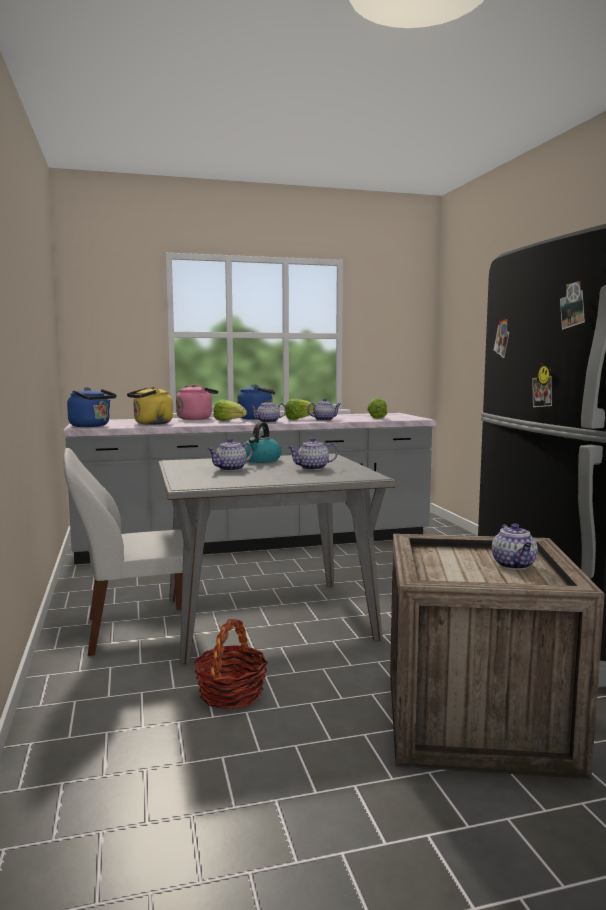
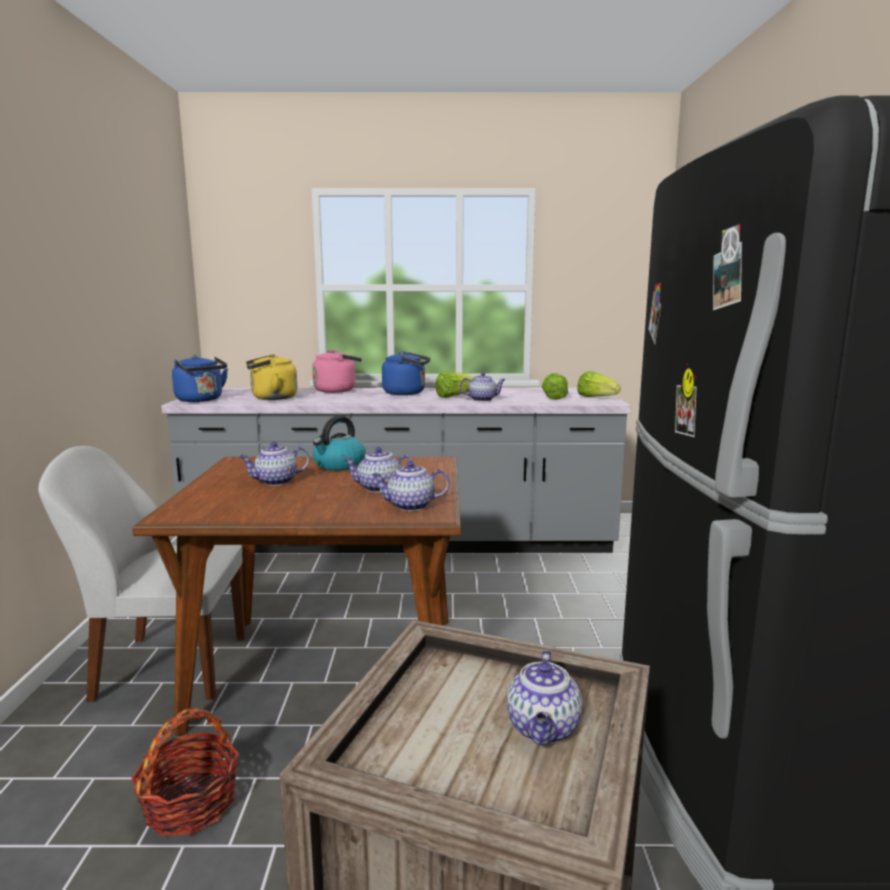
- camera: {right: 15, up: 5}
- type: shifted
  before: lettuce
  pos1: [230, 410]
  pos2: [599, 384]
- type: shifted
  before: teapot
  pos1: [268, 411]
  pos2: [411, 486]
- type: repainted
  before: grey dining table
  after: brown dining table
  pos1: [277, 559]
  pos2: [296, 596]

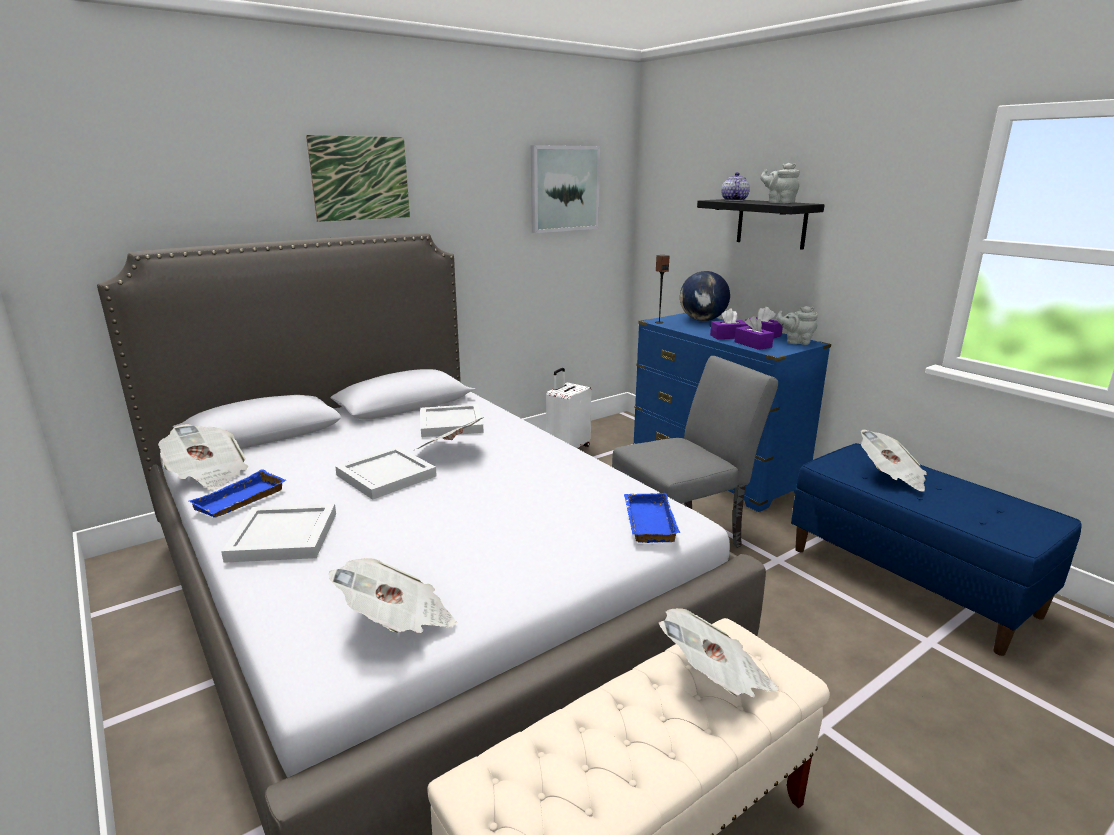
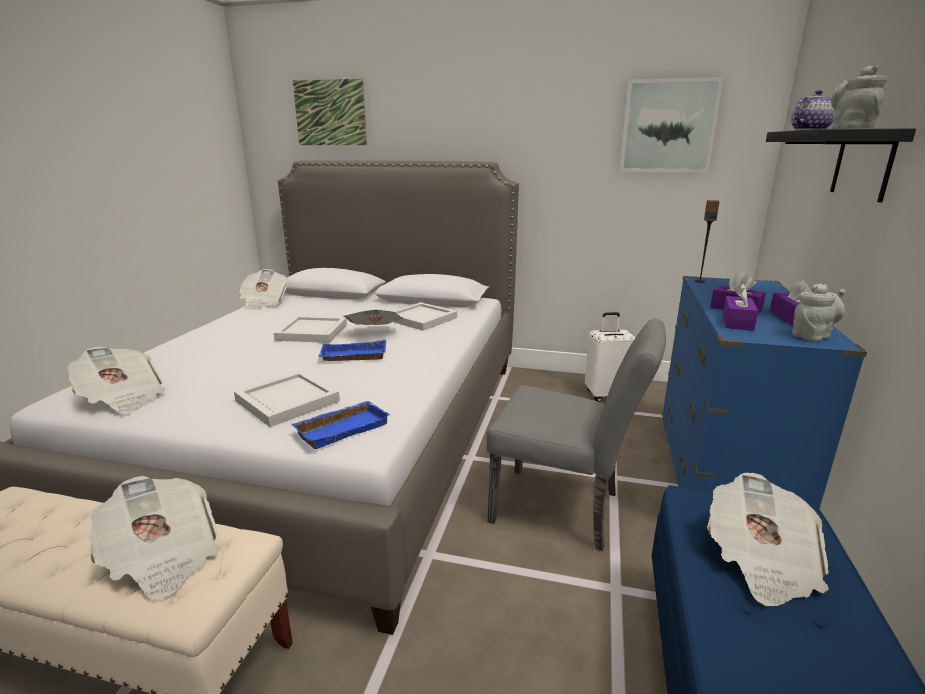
- camera: {right: 50, up: 0}
- type: shifted
  before: picture
  pos1: [358, 178]
  pos2: [330, 111]
- type: gone
  before: globe
  pos1: [705, 296]
- type: rotated
  before: grey teapot
  pos1: [797, 325]
  pos2: [819, 312]
  turn: 90
- type: shifted
  before: blue tray
  pos1: [237, 493]
  pos2: [352, 350]
- type: shifted
  before: white tray
  pos1: [278, 533]
  pos2: [287, 399]

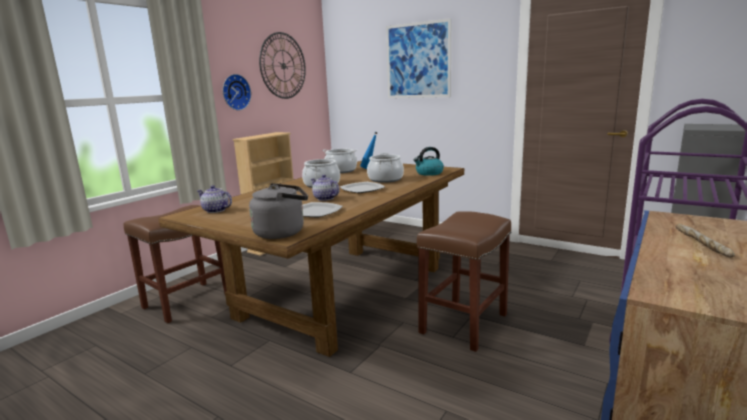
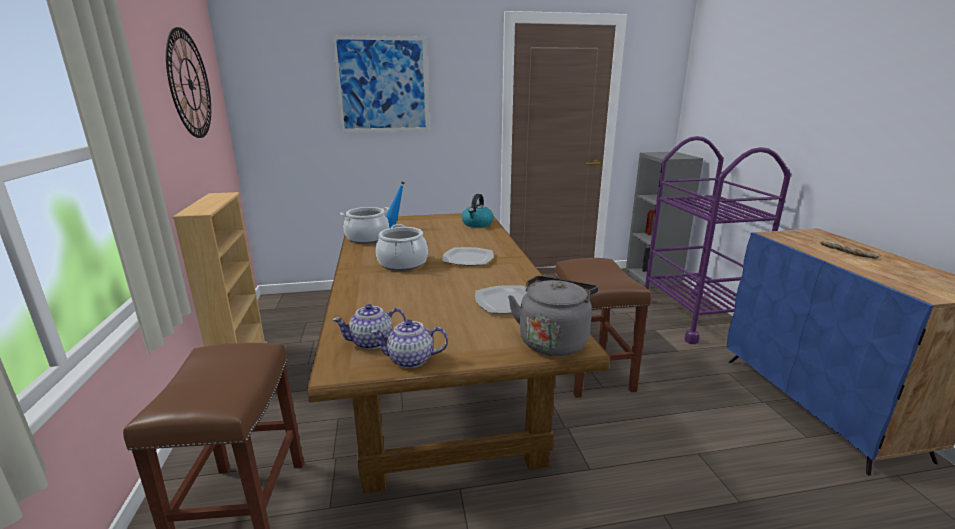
- camera: {right: -45, up: 5}
- type: gone
  before: wall clock
  pos1: [237, 92]
- type: gone
  before: cooking pot
  pos1: [385, 168]
- type: shifted
  before: teapot
  pos1: [325, 188]
  pos2: [409, 343]

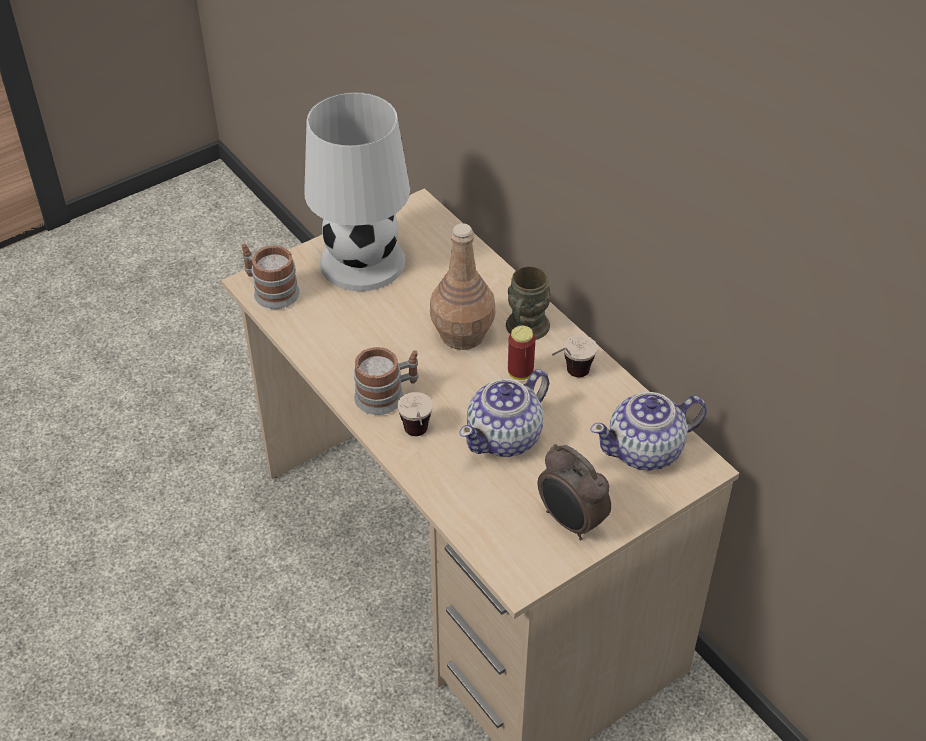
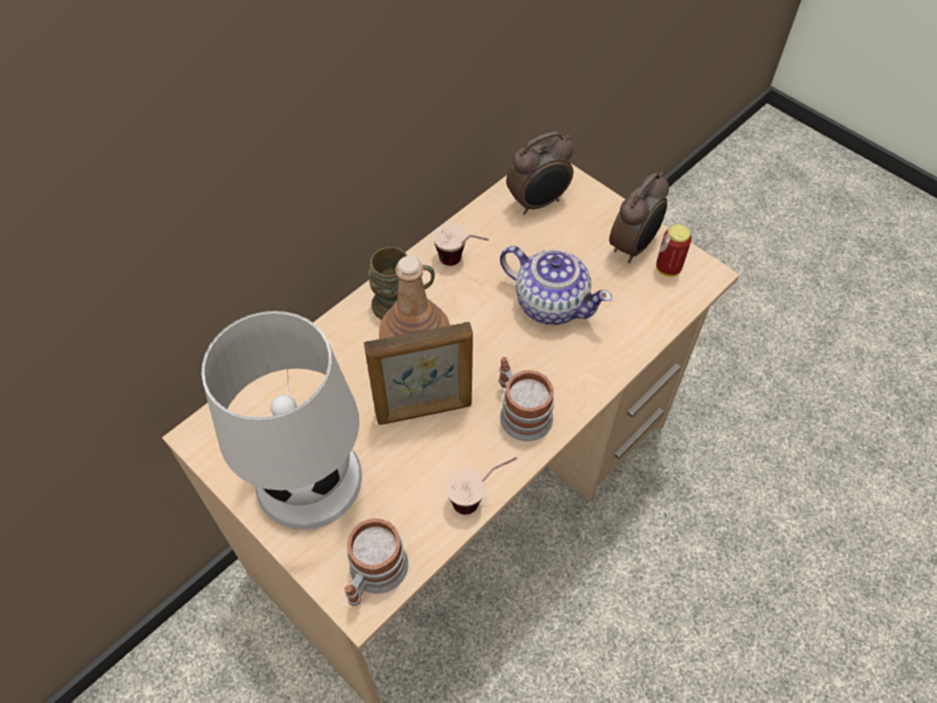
- camera: {right: -100, up: 10}
- type: shifted
  before: can
  pos1: [521, 353]
  pos2: [674, 250]
- type: shifted
  before: cup
  pos1: [415, 414]
  pos2: [481, 486]
- type: swapped
  before: teapot
  after: alarm clock
  pos1: [648, 431]
  pos2: [540, 173]
- type: new
  after: picture frame
  pos2: [418, 373]

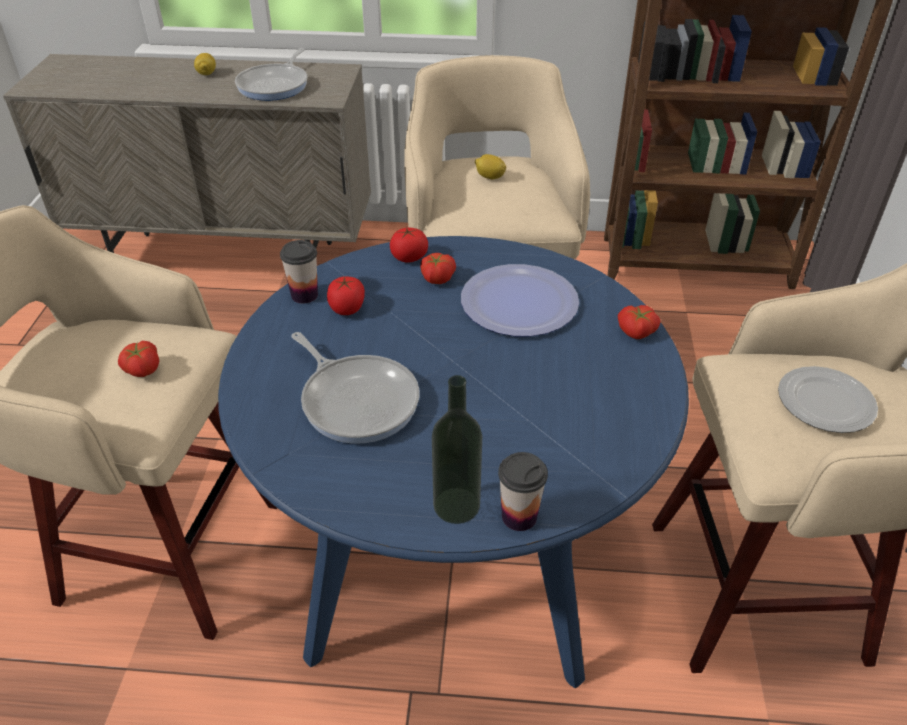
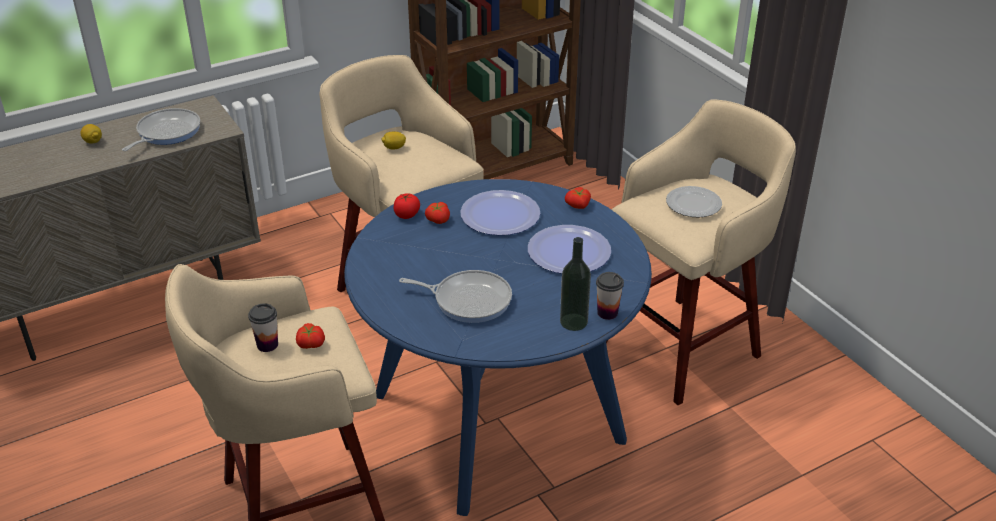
- camera: {right: -35, up: -5}
- type: rotated
  before: frying pan
  pos1: [271, 74]
  pos2: [161, 129]
  turn: -135
- type: shifted
  before: cup
  pos1: [299, 272]
  pos2: [263, 327]
- type: gone
  before: tomato
  pos1: [346, 295]
- type: new
  after: plate
  pos2: [569, 249]

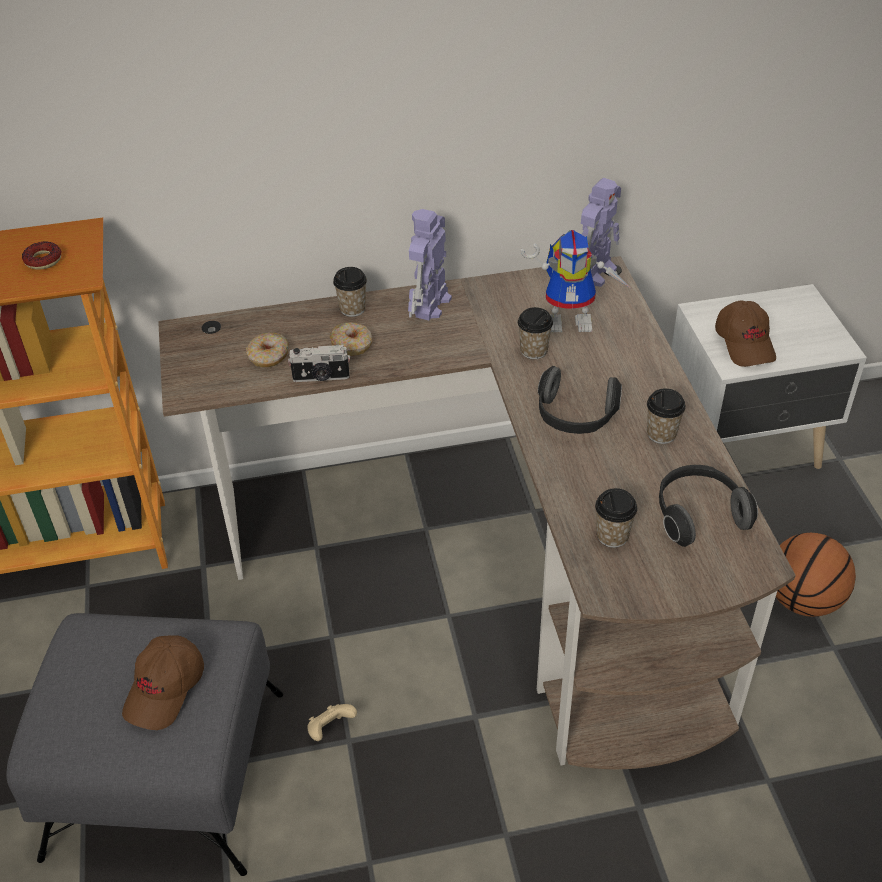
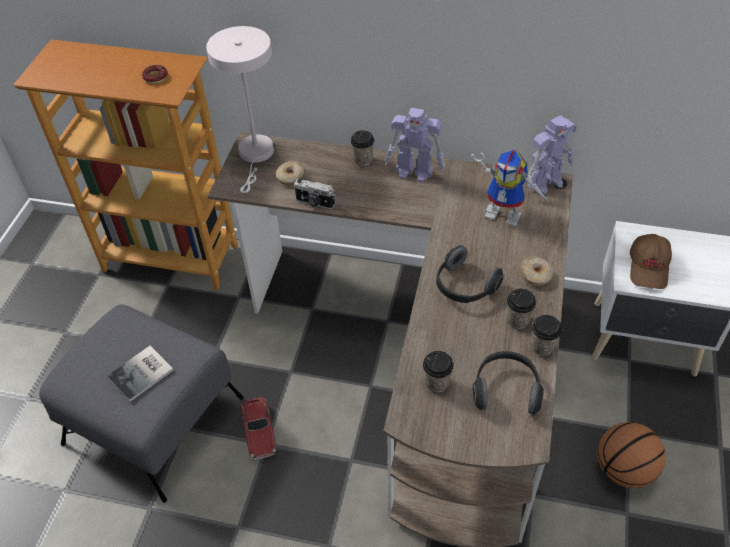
- camera: {right: 25, up: 5}
- type: rotated
  before: toy robot
  pos1: [430, 264]
  pos2: [415, 145]
  turn: -120
- type: shifted
  before: cup
  pos1: [535, 333]
  pos2: [546, 335]
- type: shifted
  before: donut
  pos1: [351, 339]
  pos2: [536, 271]
- type: swapped
  before: brown cap
  after: book
  pos1: [163, 682]
  pos2: [140, 374]
- type: swapped
  before: beige game controller
  after: toy car
  pos1: [332, 722]
  pos2: [258, 429]
- type: new
  after: white table lamp
  pos2: [240, 109]

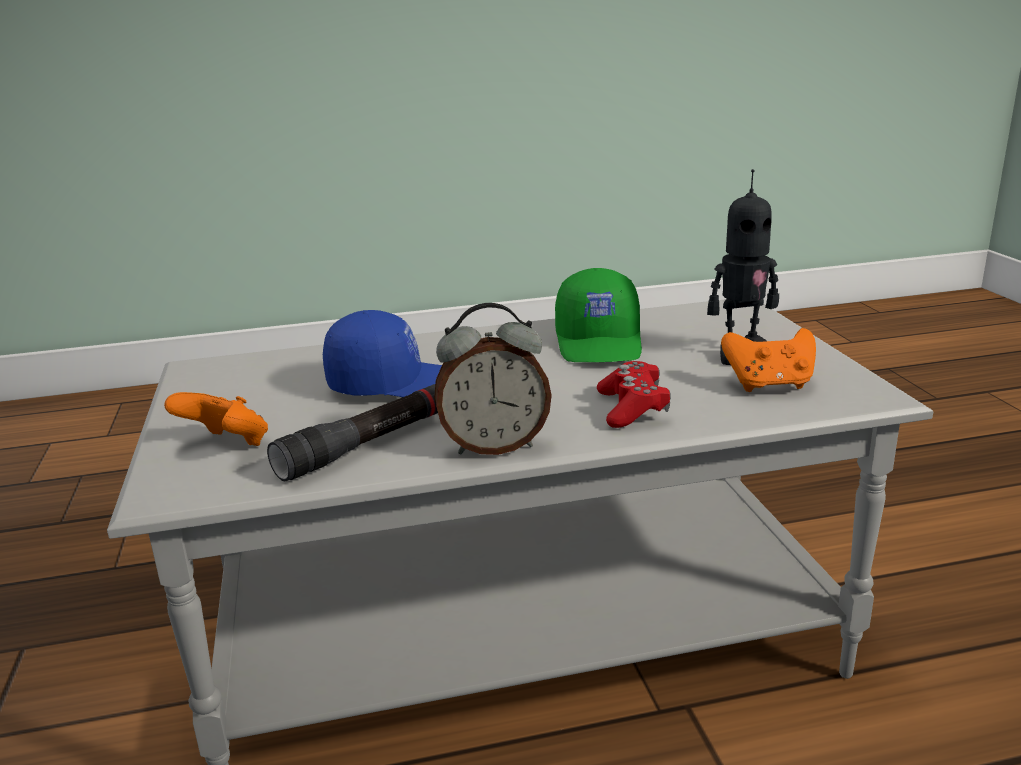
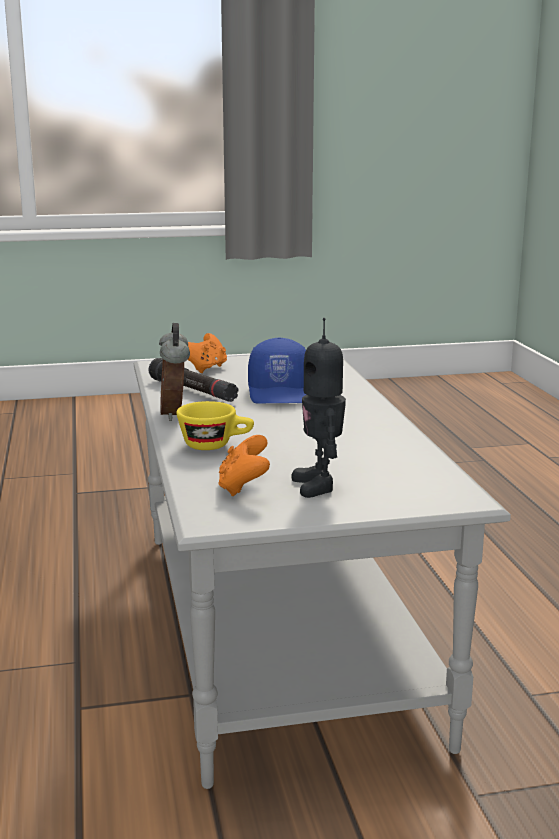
- camera: {right: 90, up: -5}
- type: gone
  before: green cap
  pos1: [598, 315]
- type: swapped
  before: red game controller
  after: yellow cup
  pos1: [634, 394]
  pos2: [215, 425]

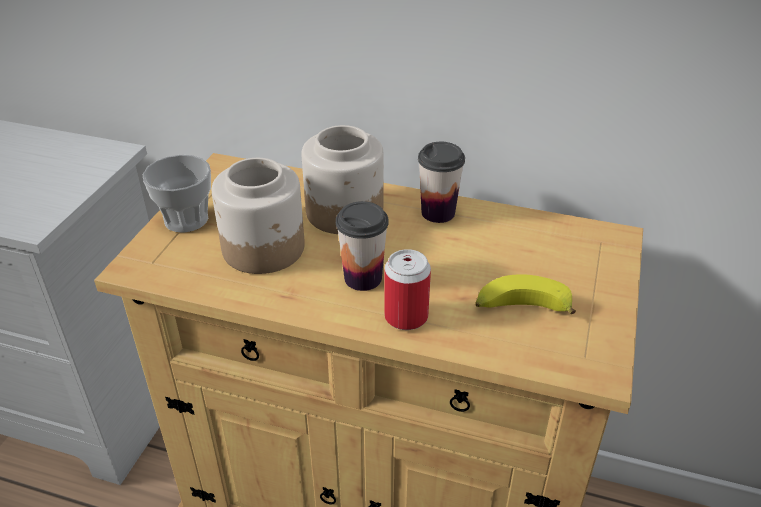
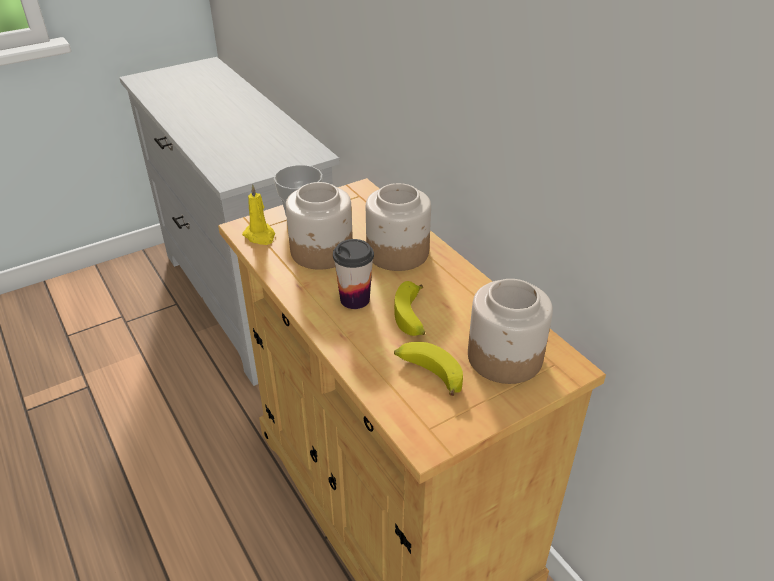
- camera: {right: 40, up: 0}
- type: gone
  before: cup
  pos1: [441, 182]
- type: gone
  before: can
  pos1: [407, 289]
- type: new
  after: yellow candle
  pos2: [258, 214]
- type: new
  after: jar
  pos2: [510, 331]
- type: new
  after: banana
  pos2: [409, 308]

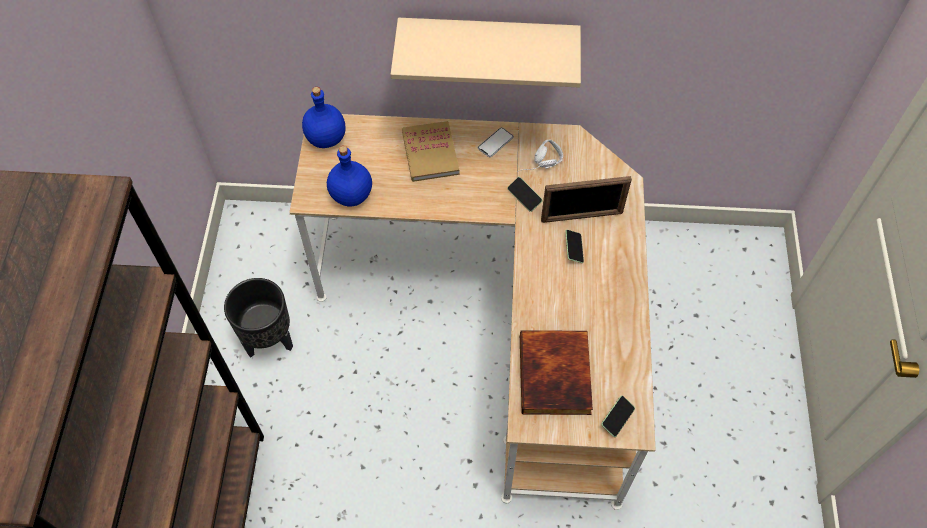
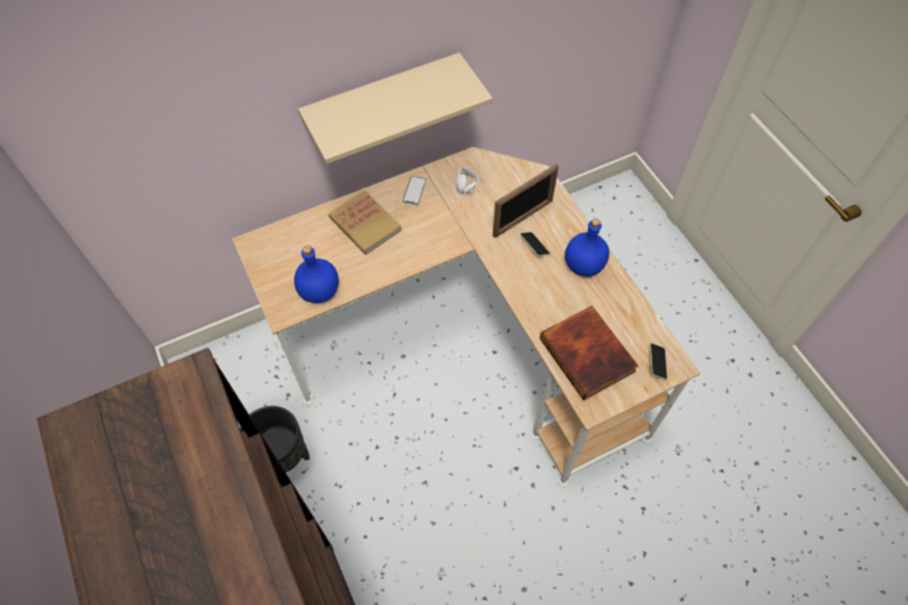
- camera: {right: -30, up: 0}
- type: shifted
  before: blue bottle
  pos1: [323, 117]
  pos2: [587, 247]
- type: gone
  before: phone
  pos1: [525, 194]

